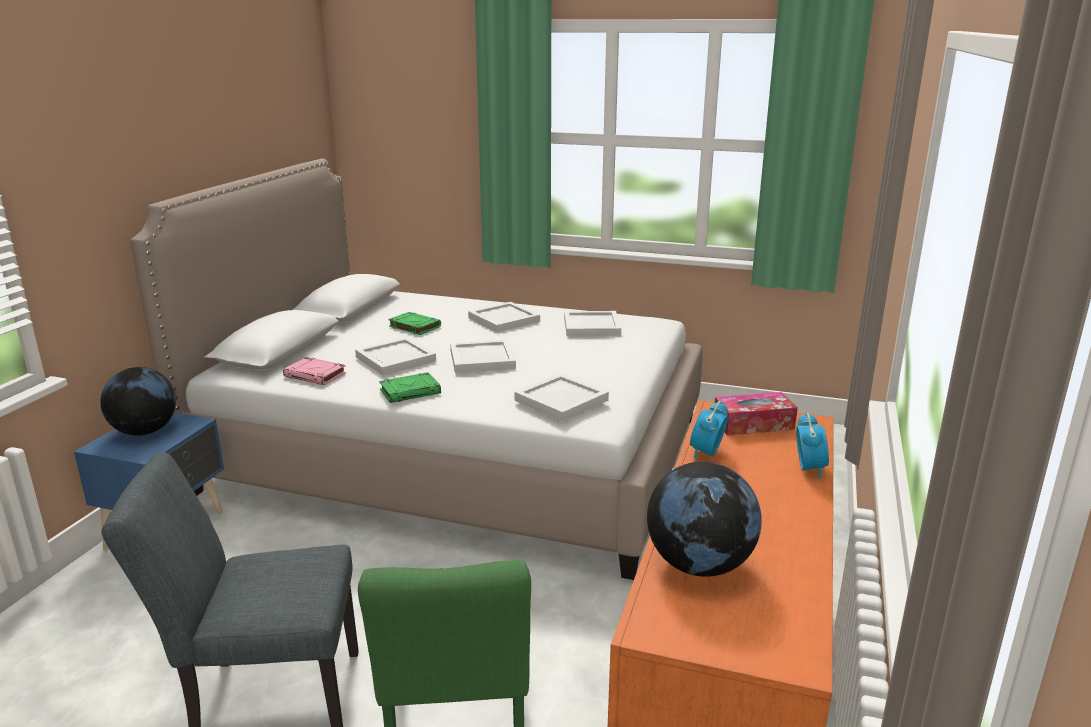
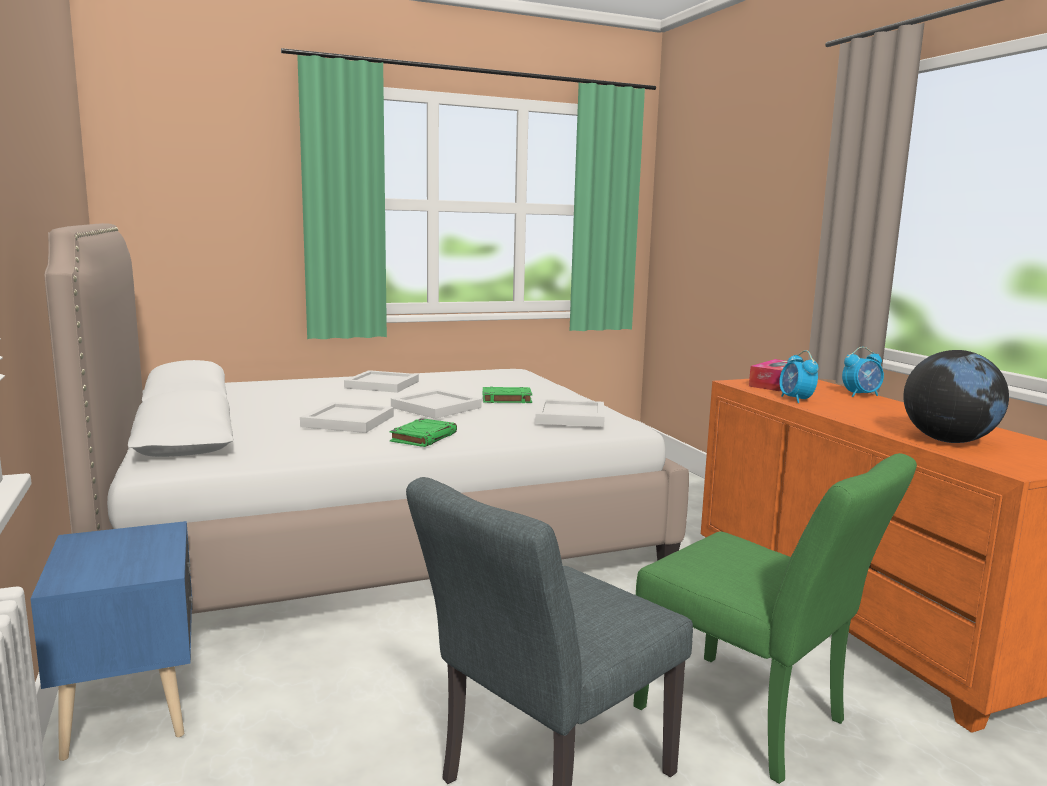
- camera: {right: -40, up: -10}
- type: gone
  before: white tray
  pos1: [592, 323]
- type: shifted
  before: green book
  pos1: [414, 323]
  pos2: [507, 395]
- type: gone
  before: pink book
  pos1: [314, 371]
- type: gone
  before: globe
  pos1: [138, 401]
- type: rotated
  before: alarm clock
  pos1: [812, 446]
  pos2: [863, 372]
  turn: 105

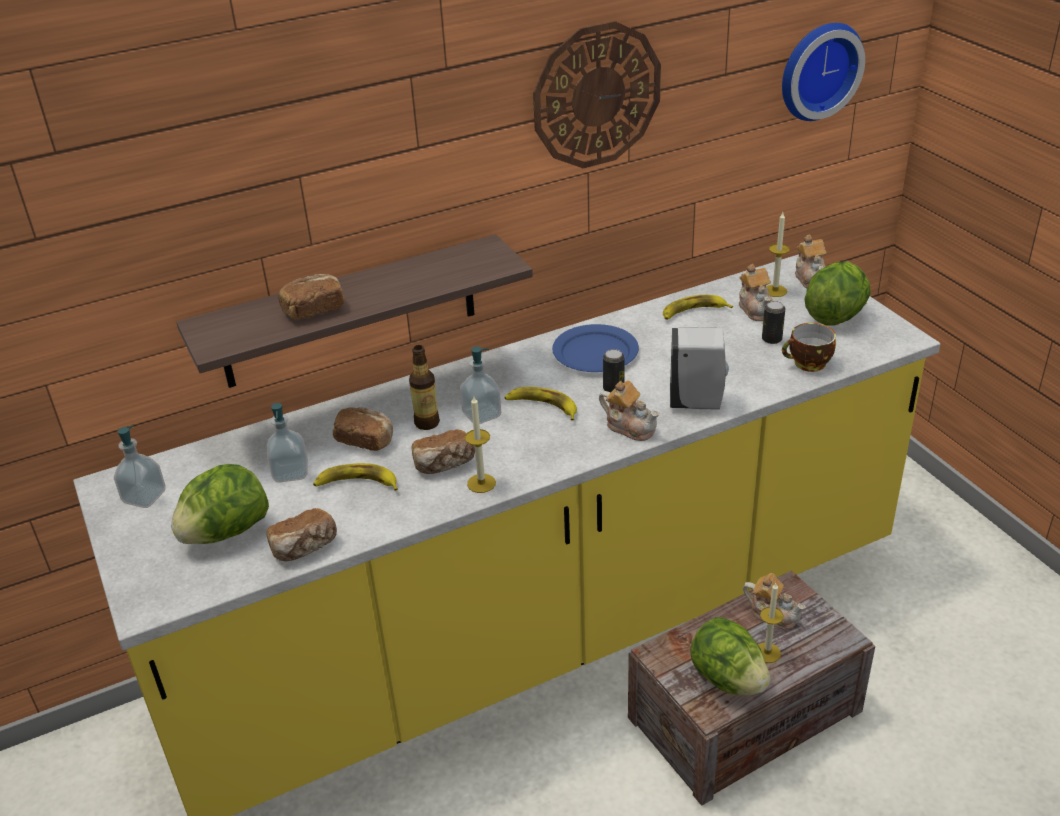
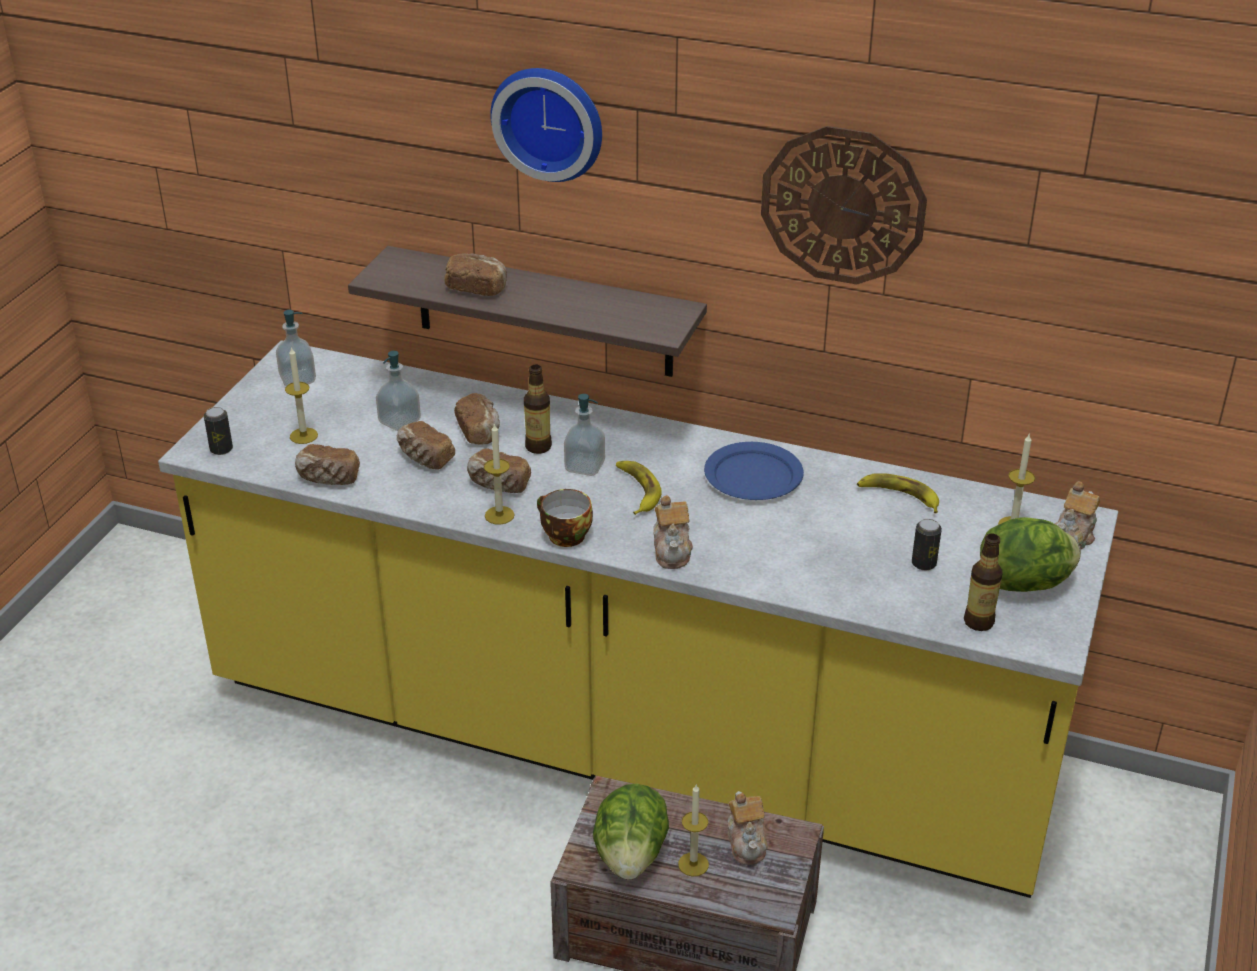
- camera: {right: 45, up: 0}
- type: shifted
  before: wall clock
  pos1: [823, 72]
  pos2: [546, 125]
- type: gone
  before: teapot
  pos1: [756, 292]
- type: shifted
  before: cup
  pos1: [809, 347]
  pos2: [565, 518]
- type: gone
  before: white soap dispenser
  pos1: [699, 368]
- type: shifted
  before: can
  pos1: [614, 371]
  pos2: [218, 431]
- type: swapped
  before: banana
  after: bread
  pos1: [355, 477]
  pos2: [426, 445]
- type: swapped
  before: lettuce
  after: candle
  pos1: [220, 504]
  pos2: [301, 395]
- type: new
  after: bottle
  pos2: [983, 582]

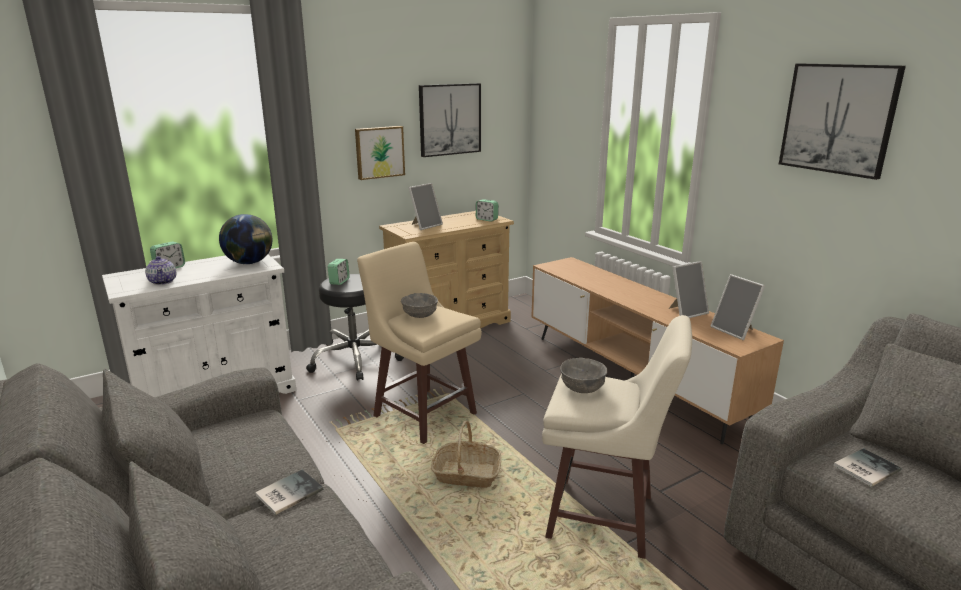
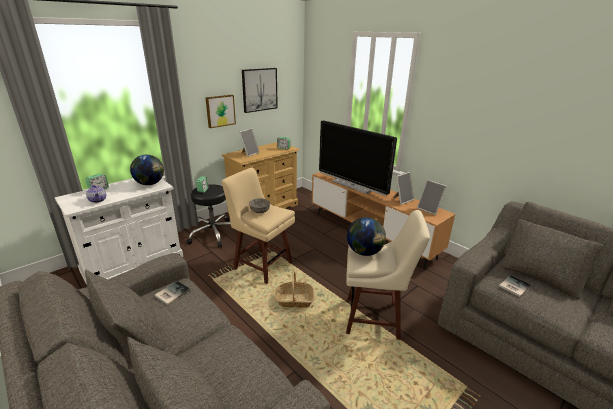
- camera: {right: -10, up: 5}
- type: gone
  before: picture
  pos1: [842, 122]
- type: swapped
  before: grey bowl
  after: globe
  pos1: [584, 375]
  pos2: [366, 236]
- type: shifted
  before: book
  pos1: [289, 492]
  pos2: [172, 293]
- type: new
  after: television
  pos2: [358, 158]

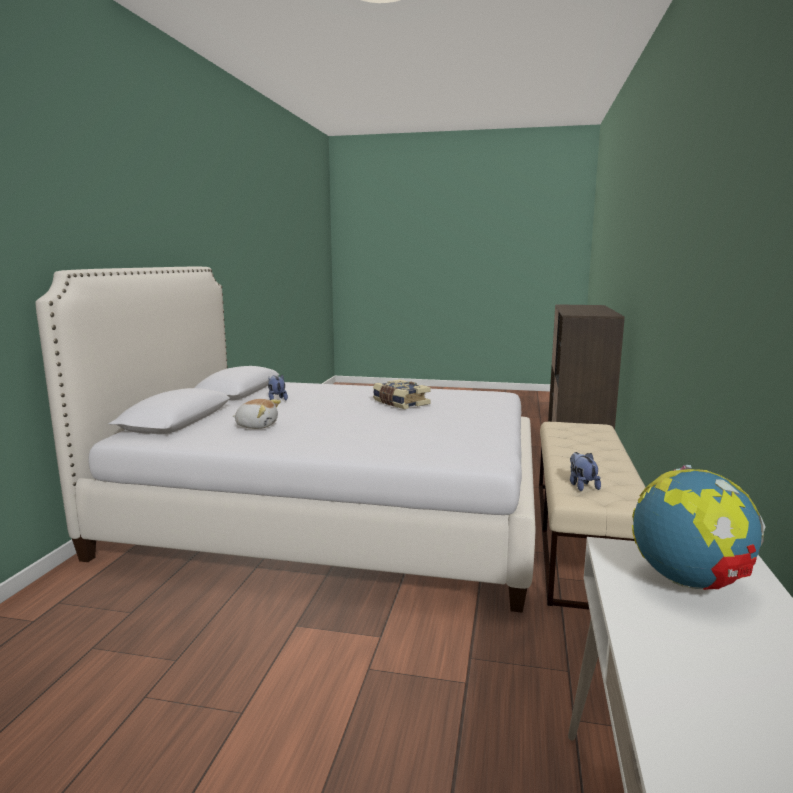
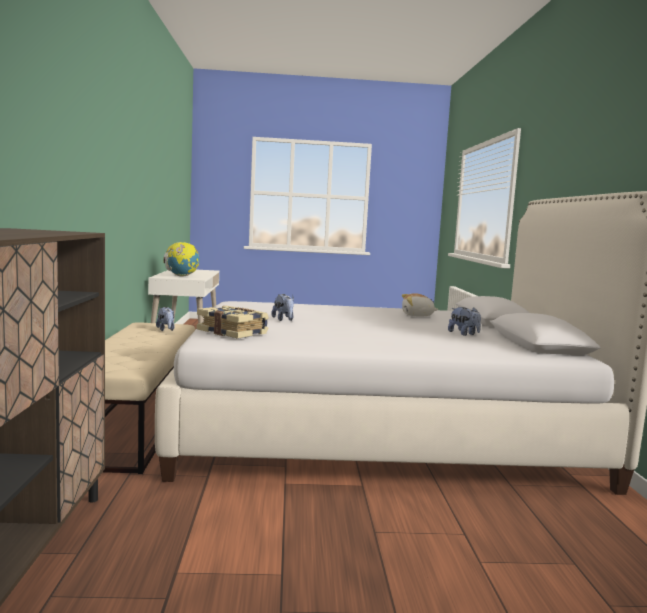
- camera: {right: 165, up: -5}
- type: shifted
  before: book
  pos1: [402, 394]
  pos2: [233, 322]
- type: new
  after: plush toy
  pos2: [282, 307]

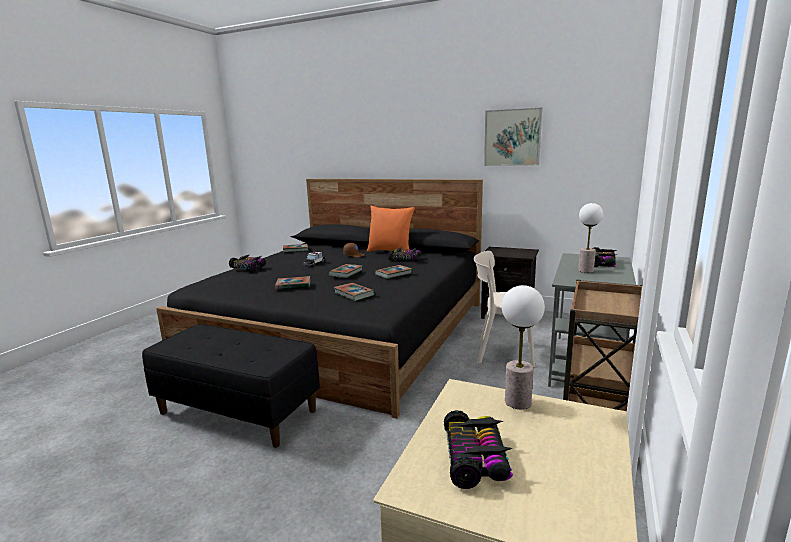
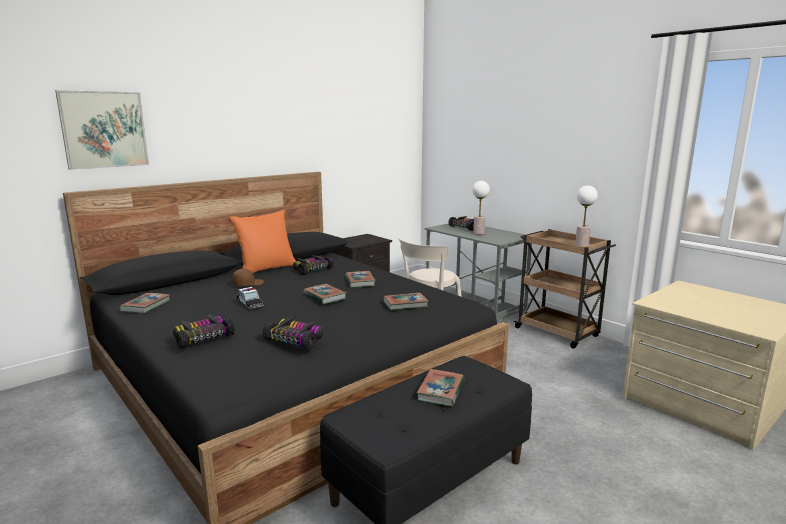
- camera: {right: -65, up: 0}
- type: shifted
  before: picture
  pos1: [513, 137]
  pos2: [102, 130]
- type: shifted
  before: book
  pos1: [292, 283]
  pos2: [441, 387]
- type: shifted
  before: table lamp
  pos1: [523, 347]
  pos2: [586, 216]
- type: shifted
  before: toy car
  pos1: [478, 449]
  pos2: [293, 333]

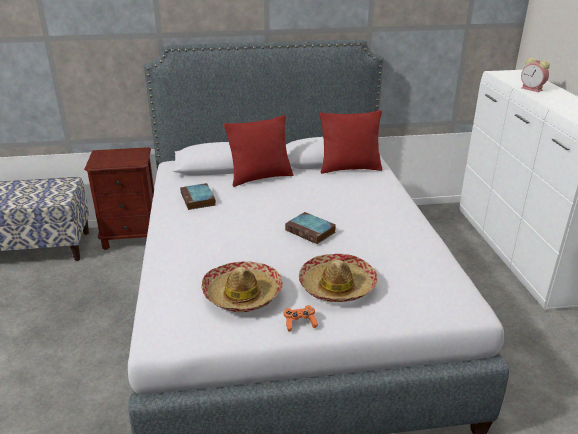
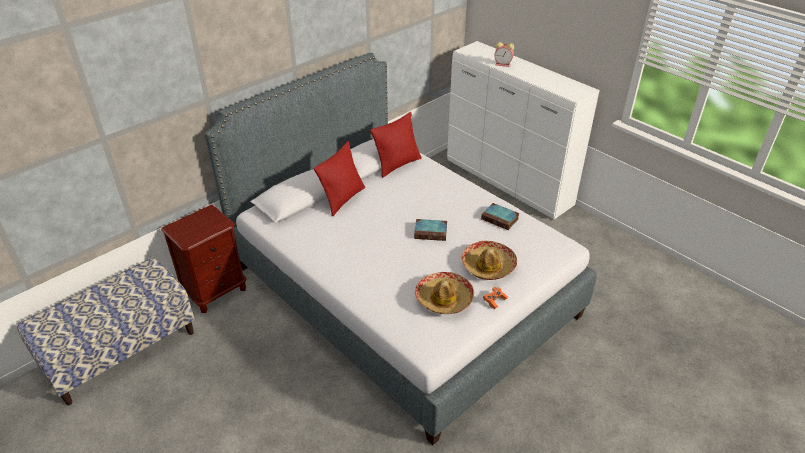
- camera: {right: -35, up: 10}
- type: shifted
  before: book
  pos1: [198, 196]
  pos2: [500, 216]

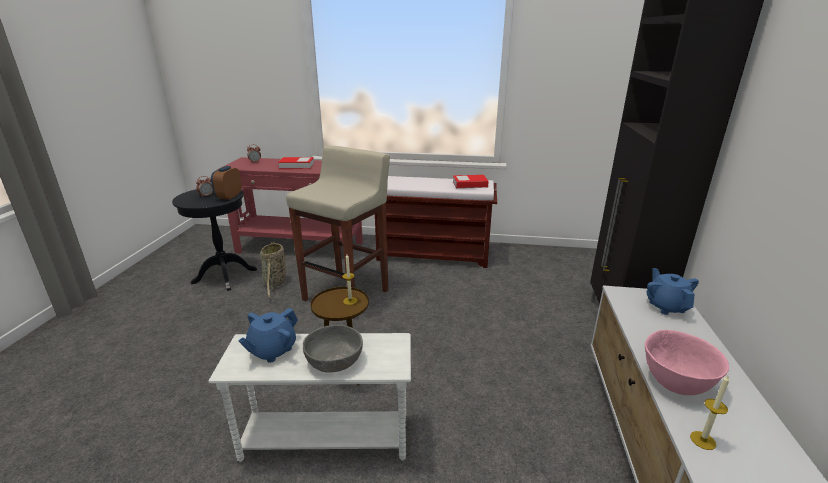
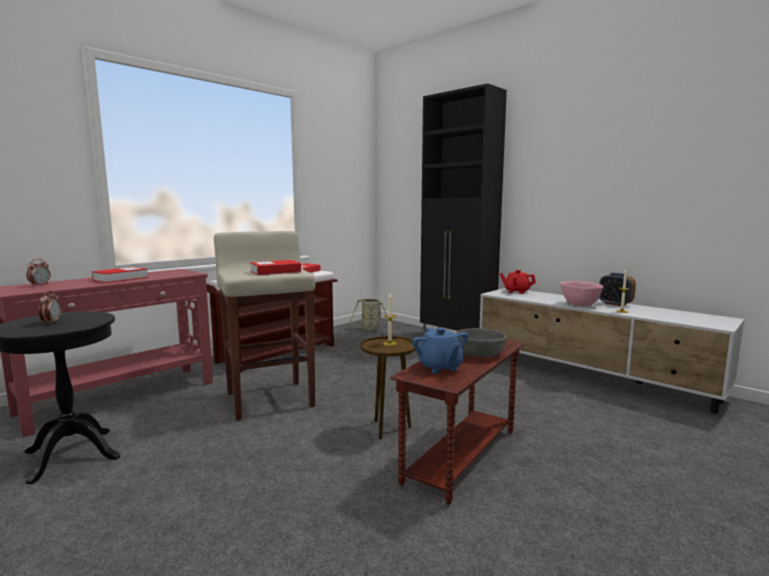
- camera: {right: -55, up: -15}
- type: shifted
  before: alarm clock
  pos1: [226, 183]
  pos2: [617, 289]
- type: shifted
  before: basket
  pos1: [273, 269]
  pos2: [374, 315]
- type: repainted
  before: blue teapot
  after: red teapot
  pos1: [673, 291]
  pos2: [518, 282]
- type: repainted
  before: white side table
  after: brown side table
  pos1: [309, 397]
  pos2: [457, 422]
- type: new
  after: book
  pos2: [275, 267]

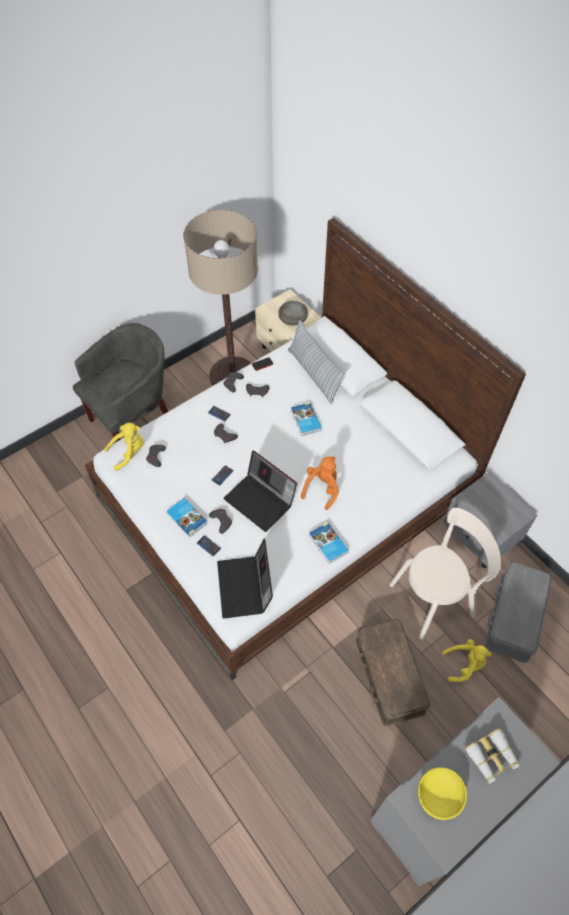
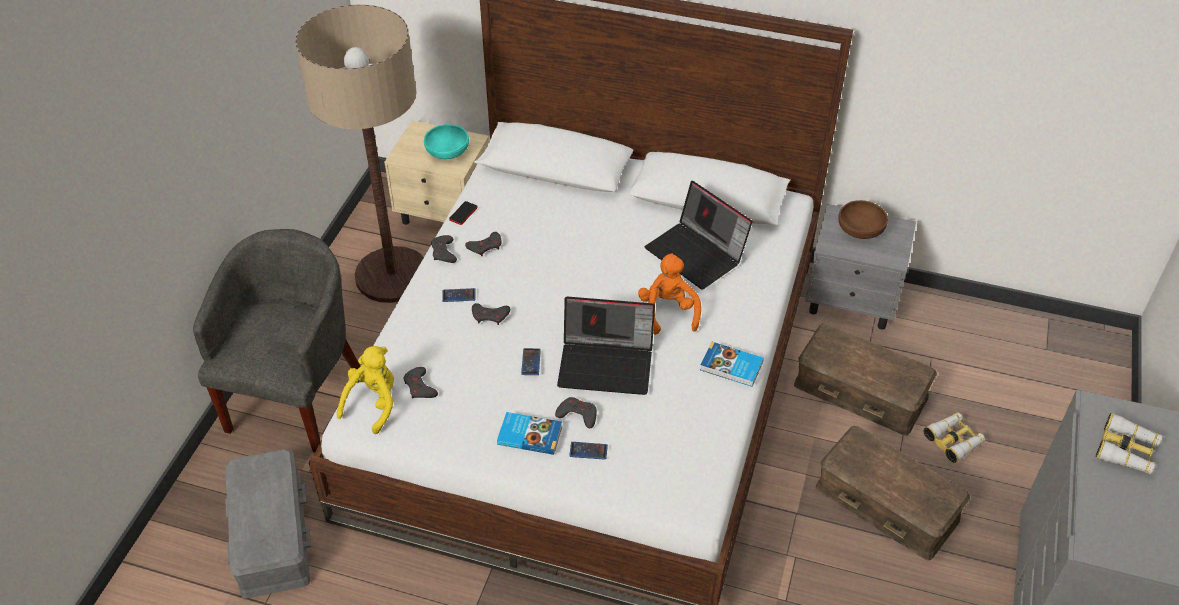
- camera: {right: -35, up: -10}
- type: repainted
  before: grey bowl
  after: turquoise bowl
  pos1: [293, 313]
  pos2: [446, 141]
- type: gone
  before: pillow
  pos1: [317, 362]
- type: gone
  before: book
  pos1: [306, 419]
- type: swapped
  before: beige chair
  after: brown storage box
  pos1: [445, 574]
  pos2: [865, 380]
- type: shifted
  before: laptop
  pos1: [245, 579]
  pos2: [699, 235]
- type: shifted
  before: grey storage box
  pos1: [518, 612]
  pos2: [268, 524]
- type: swapped
  before: yellow plush toy
  after: binoculars
  pos1: [467, 660]
  pos2: [954, 437]
- type: gone
  before: yellow bowl
  pos1: [442, 793]
- type: new
  after: brown bowl
  pos2: [863, 219]

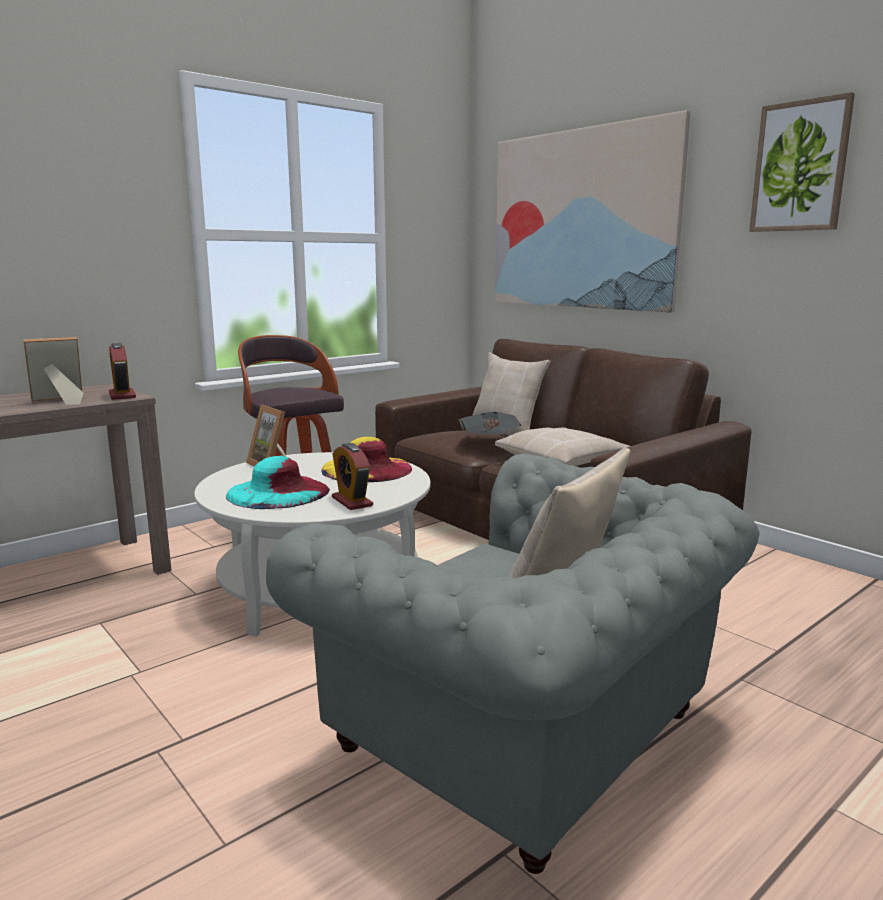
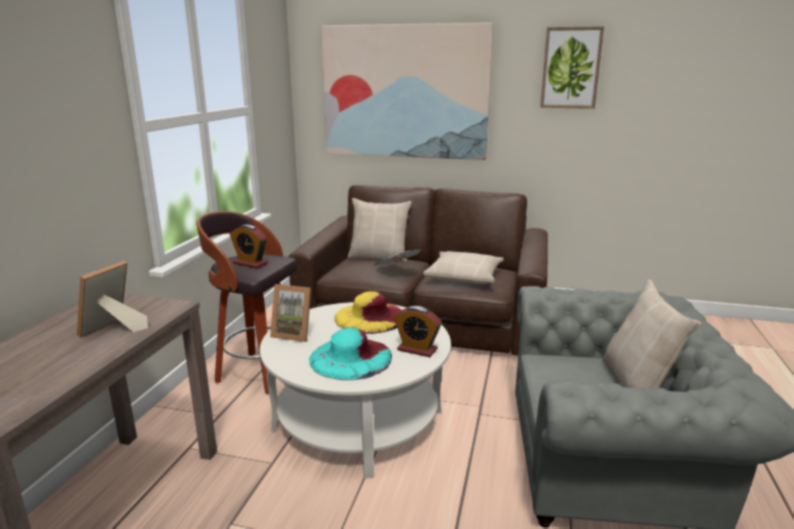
- camera: {right: -35, up: 5}
- type: shifted
  before: alarm clock
  pos1: [122, 371]
  pos2: [249, 246]

